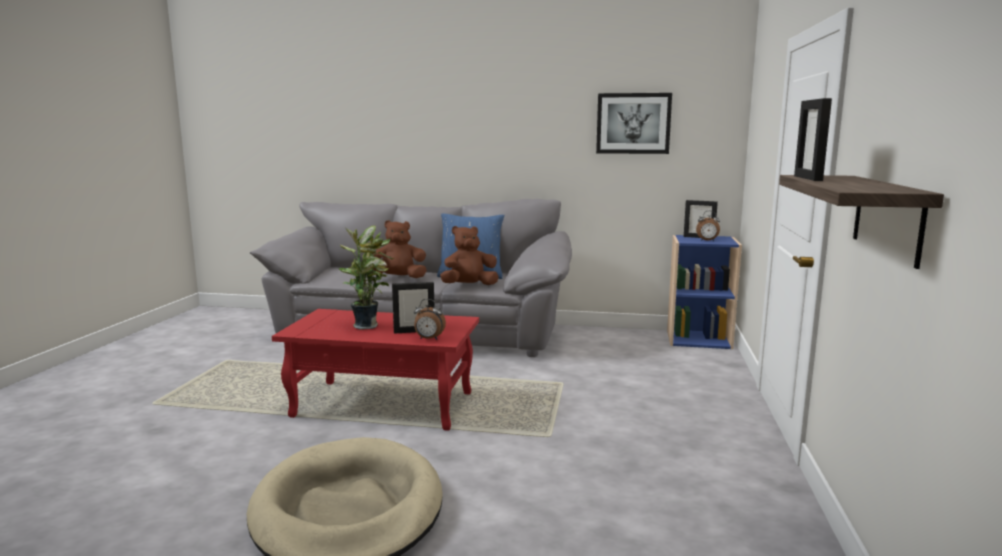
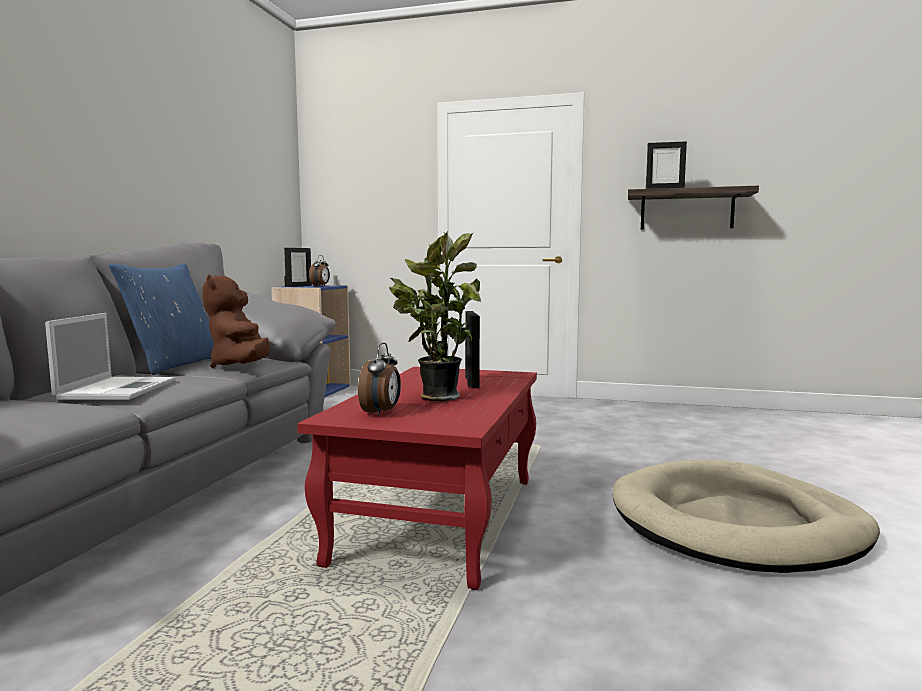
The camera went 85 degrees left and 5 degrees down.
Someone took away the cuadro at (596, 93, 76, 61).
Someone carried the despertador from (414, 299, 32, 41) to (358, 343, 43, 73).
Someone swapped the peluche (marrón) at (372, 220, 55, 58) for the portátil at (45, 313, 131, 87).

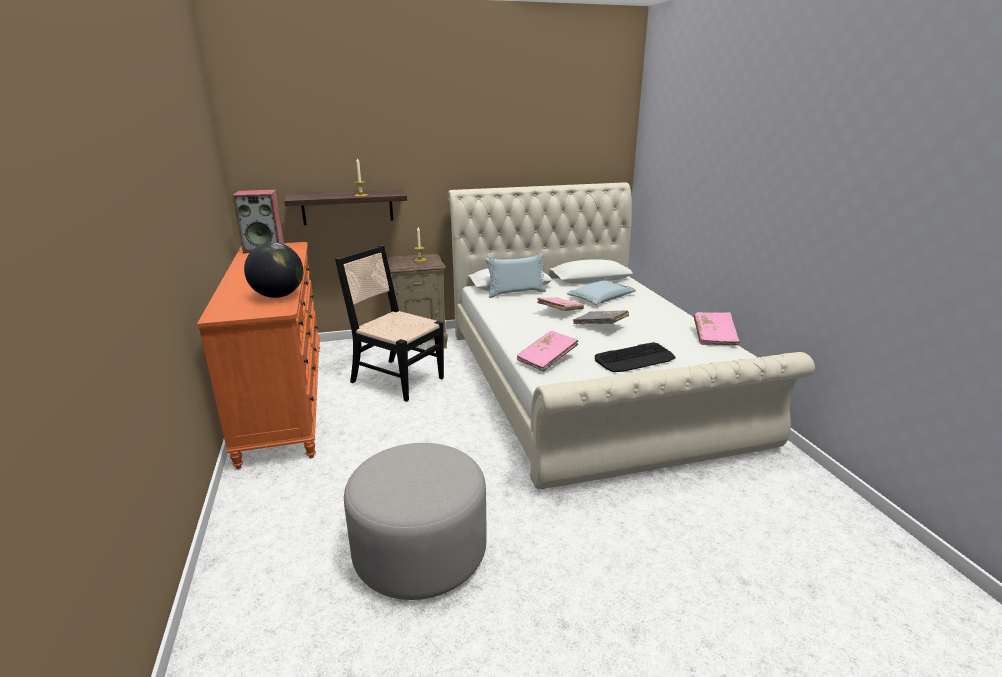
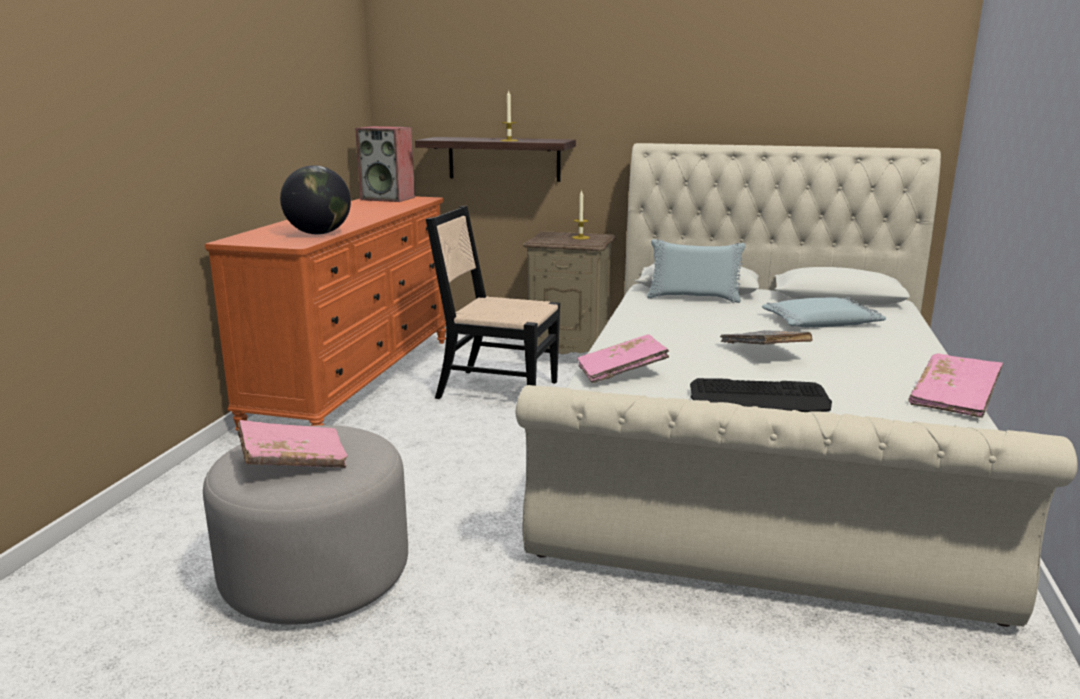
The camera went 30 degrees right and 5 degrees down.
Someone carried the libro (rosa) from (537, 298, 47, 13) to (238, 420, 110, 48).
Someone rotated the silla at (335, 245, 109, 157) by 45 degrees counterclockwise.

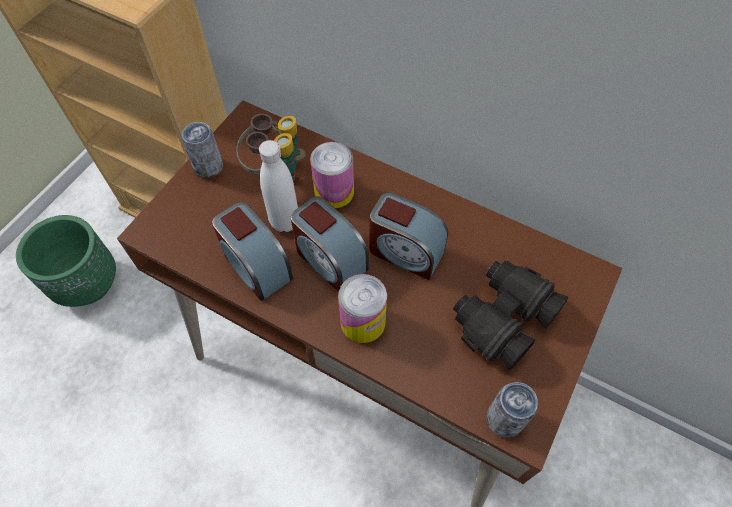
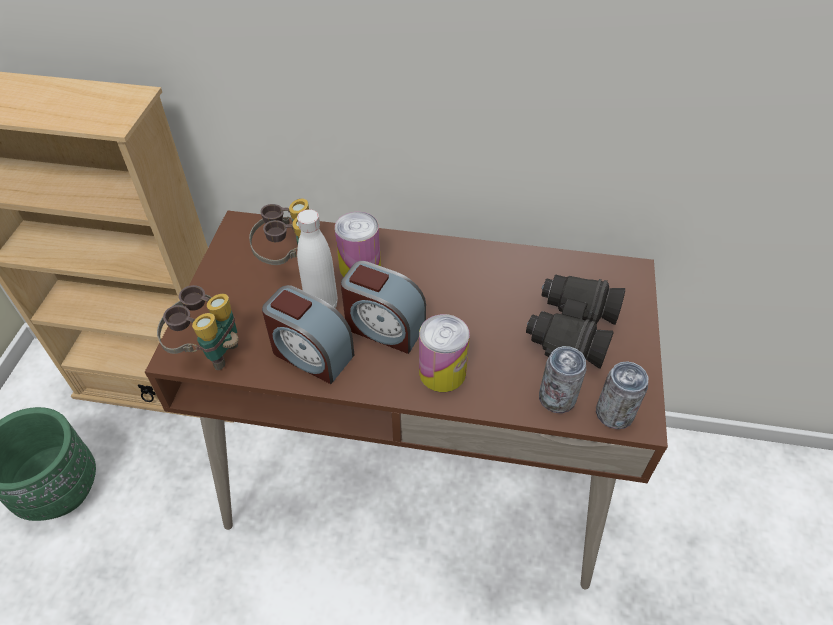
The camera went 20 degrees left and 10 degrees down.
Someone took away the despertador at (369, 192, 79, 88).
Someone put down the prismáticos at (157, 285, 82, 85).
Someone carried the lata from (182, 122, 41, 56) to (539, 346, 47, 67).

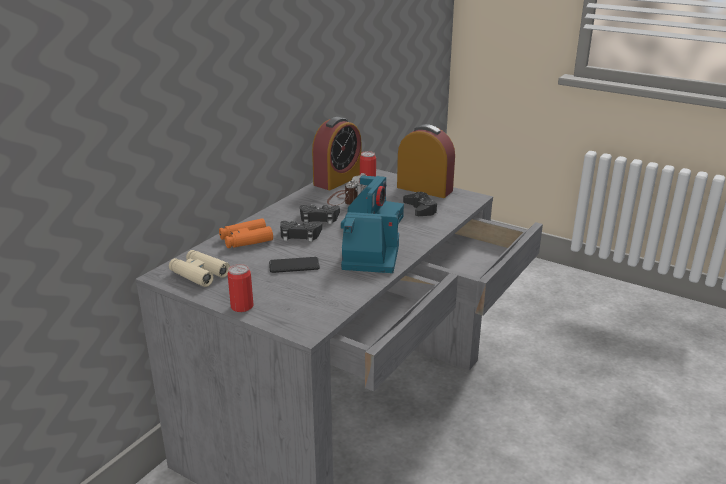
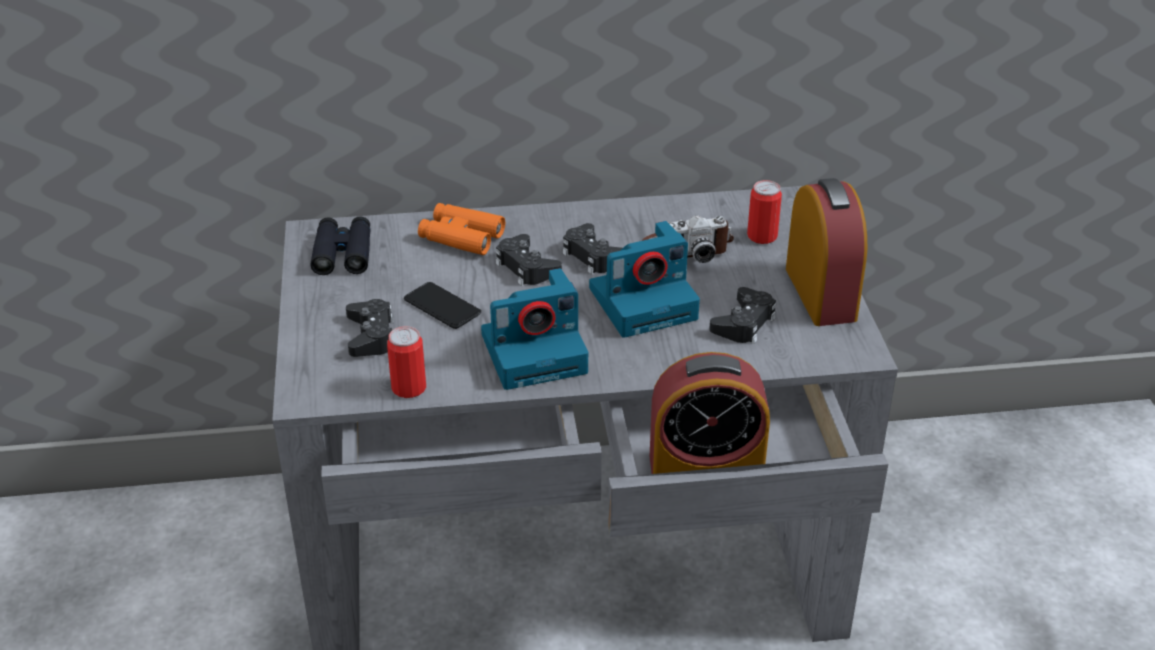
The camera went 50 degrees right and 10 degrees up.
Someone put down the mando de consola (negro) at (346, 299, 48, 58).
Someone carried the lata from (228, 264, 26, 48) to (387, 326, 39, 72).
Someone carried the despertador from (312, 117, 49, 73) to (649, 352, 121, 122).
Someone repainted the prismáticos (beis) at (169, 250, 61, 37), which became the prismáticos (negro) at (311, 217, 60, 58).
Someone rotated the cámara at (341, 212, 58, 61) by 105 degrees clockwise.

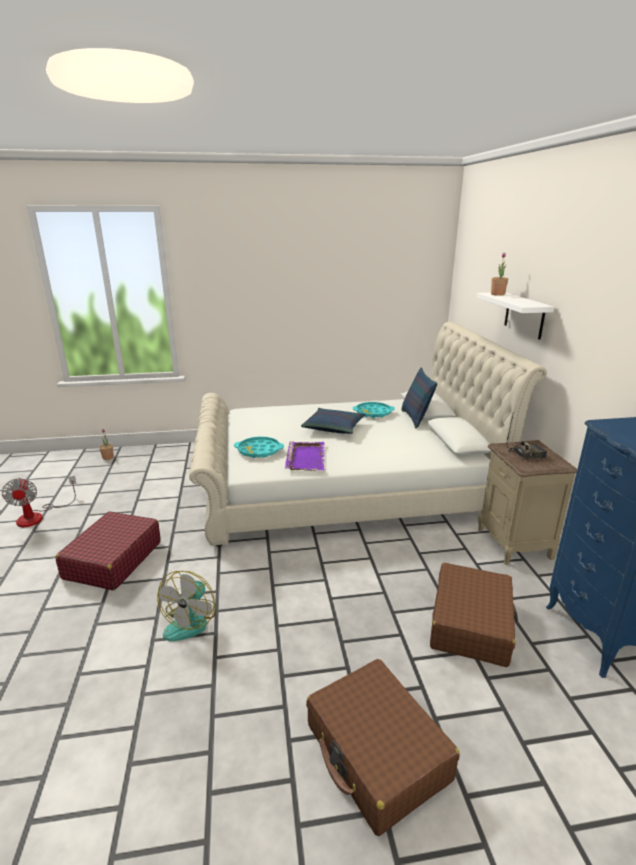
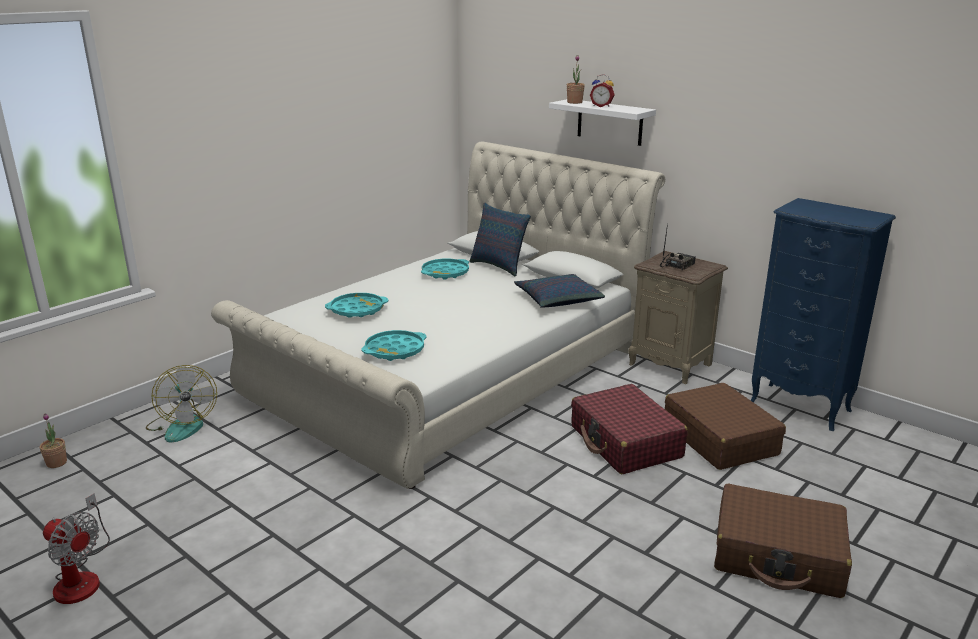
The camera went 40 degrees left and 0 degrees up.
Someone took away the bandeja (morado) at (285, 441, 40, 30).
Someone put down the bandeja (turquesa) at (325, 293, 64, 25).
Someone put down the despertador at (590, 74, 25, 33).
Someone carried the maleta (rojo) from (55, 511, 106, 79) to (571, 384, 117, 90).
Someone carried the ventilador from (157, 571, 59, 70) to (146, 365, 71, 78).
Someone carried the cojín (azul) from (301, 408, 65, 26) to (514, 274, 91, 34).

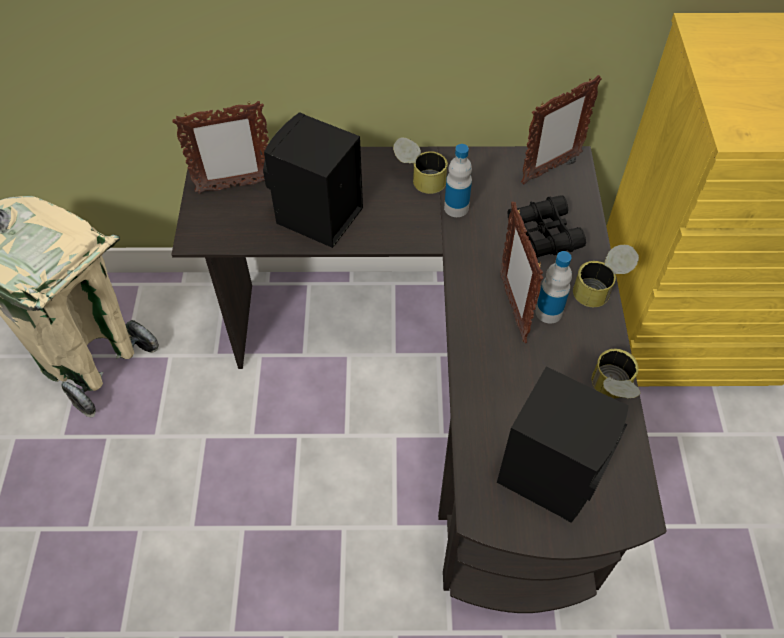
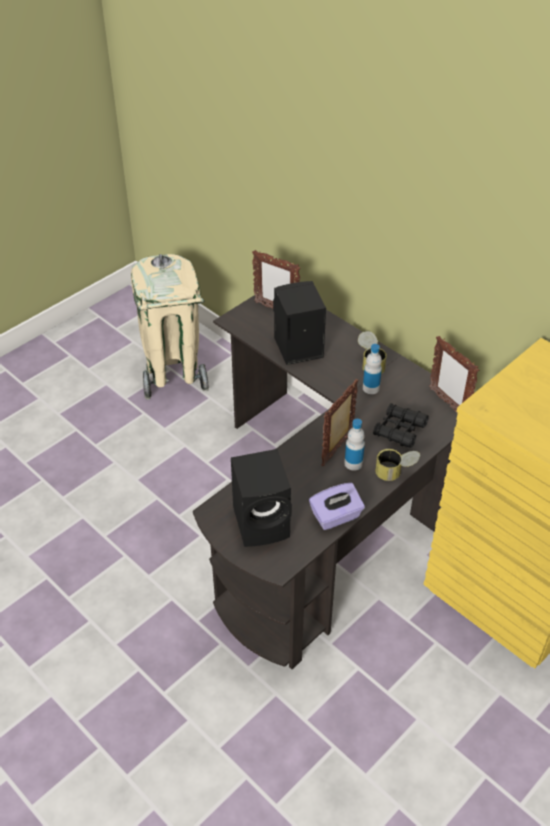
The camera went 45 degrees right and 10 degrees down.
Someone swapped the lata at (591, 349, 49, 50) for the caja de pañuelos (morado) at (309, 483, 56, 47).
Someone rotated the portarretratos at (521, 75, 81, 109) by 45 degrees clockwise.

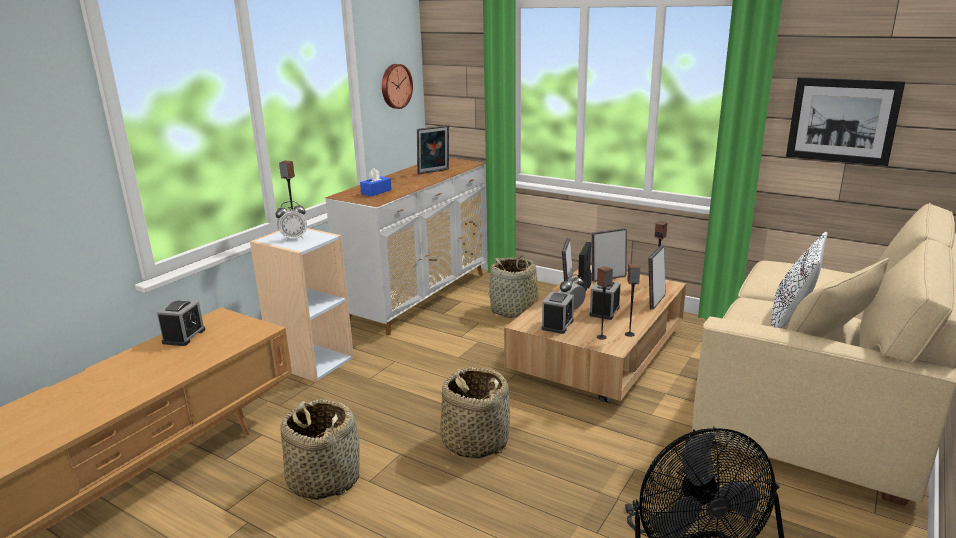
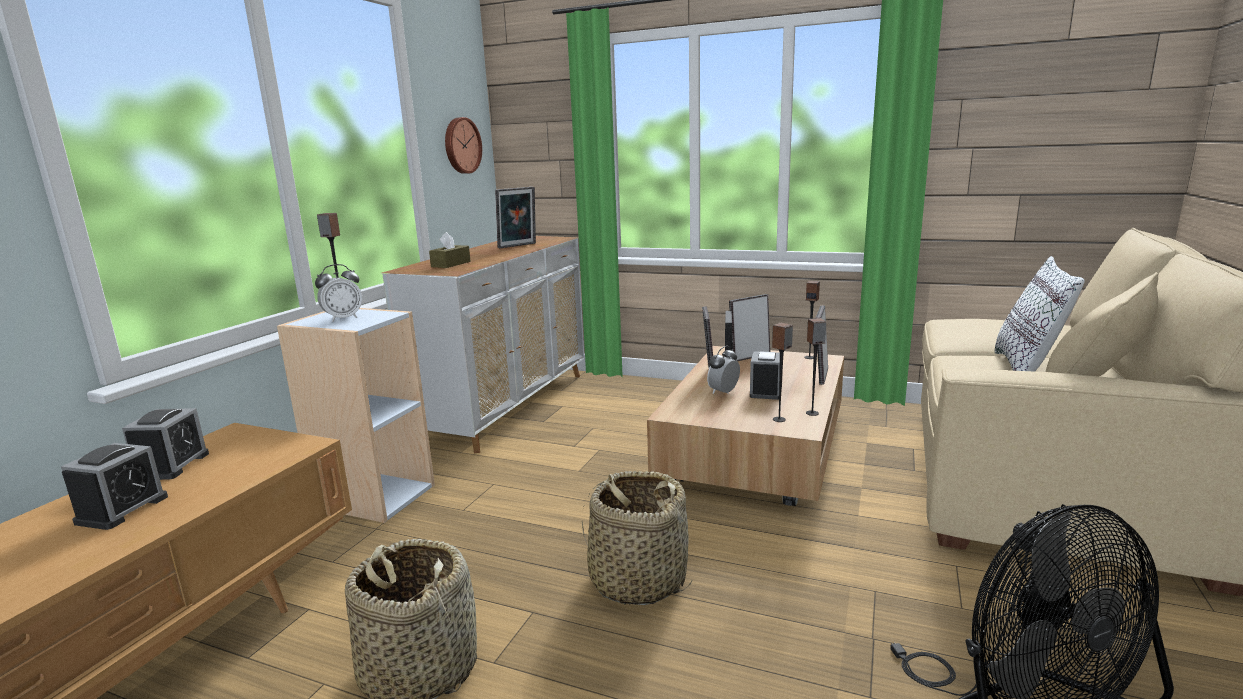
The camera went 10 degrees left and 5 degrees down.
Someone took away the cesta at (488, 255, 53, 63).
Someone took away the cuadro at (786, 77, 119, 89).
Someone carried the despertador from (542, 291, 32, 43) to (61, 443, 107, 87).
Someone repainted the caja de pañuelos (azul) at (360, 168, 32, 28), which became the caja de pañuelos (marrón) at (429, 232, 42, 36).

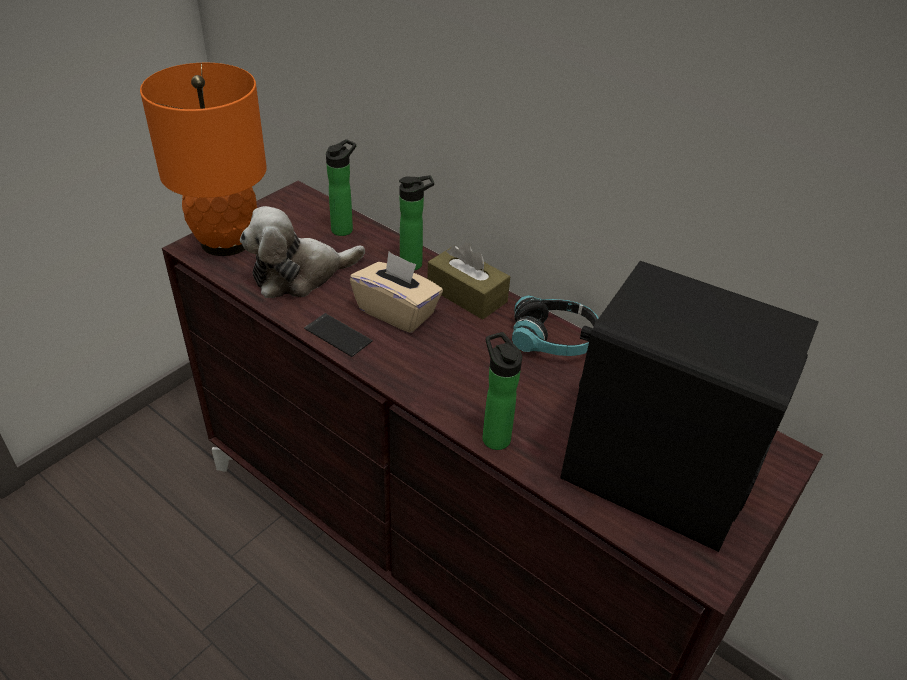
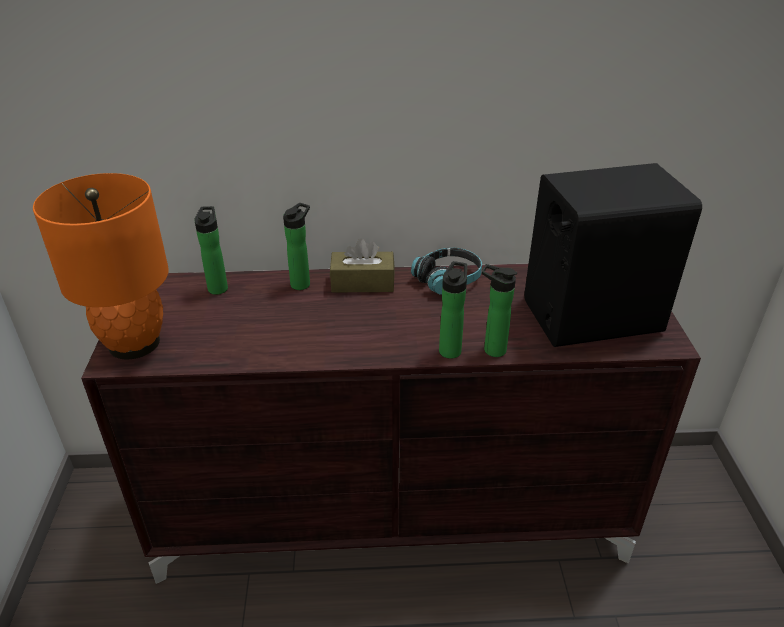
The camera went 40 degrees left and 5 degrees down.
Someone took away the peluche at (240, 206, 125, 92).
Someone took away the móvil at (304, 313, 69, 44).
Someone took away the caja de pañuelos (beis) at (350, 251, 93, 82).
Someone put down the botella at (439, 261, 28, 98).

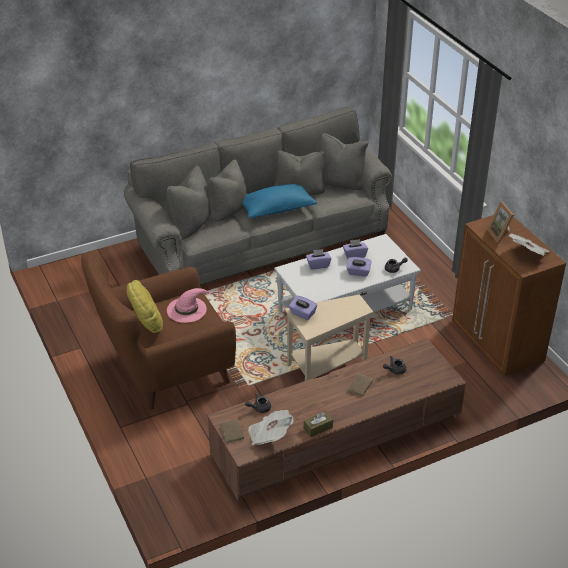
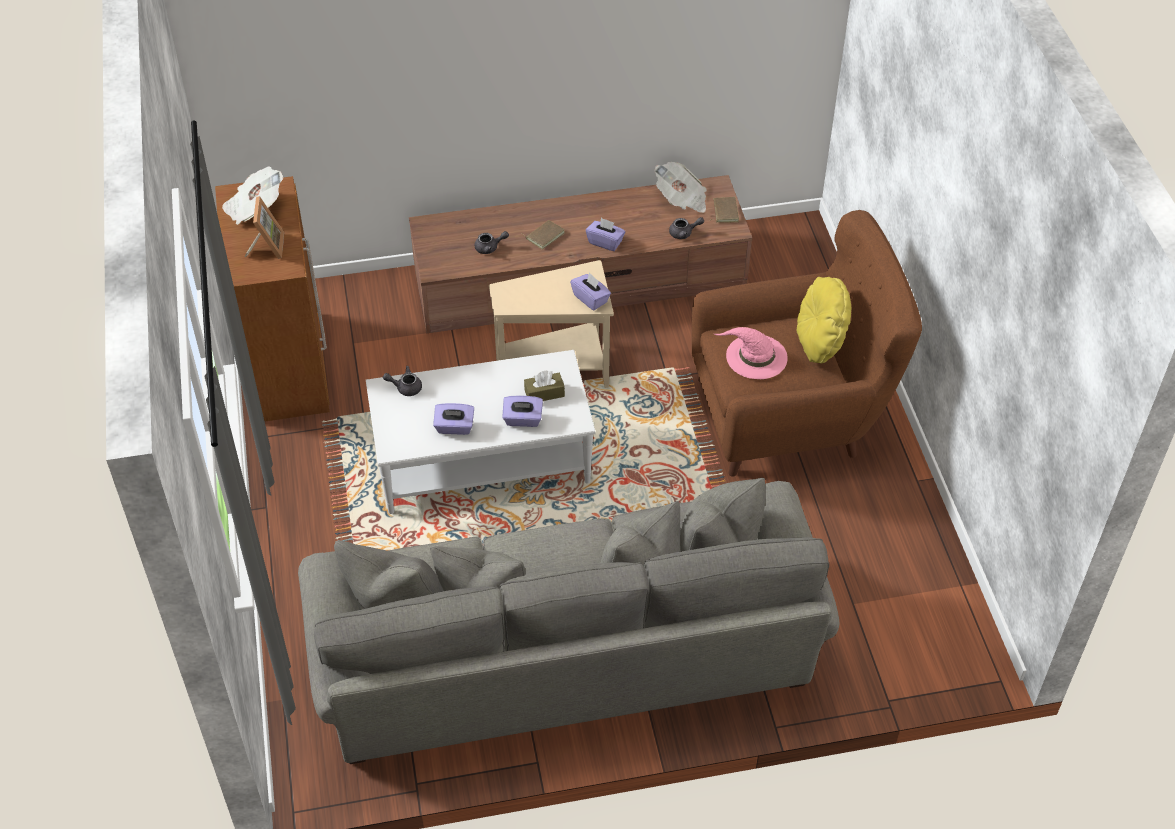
The camera went 165 degrees left and 10 degrees up.
Someone took away the cojín (azul) at (242, 184, 75, 34).
Someone carried the caja de pañuelos (marrón) from (304, 411, 29, 26) to (524, 371, 41, 30).
Someone carried the caja de pañuelos (morado) from (347, 257, 25, 20) to (586, 218, 39, 33).

